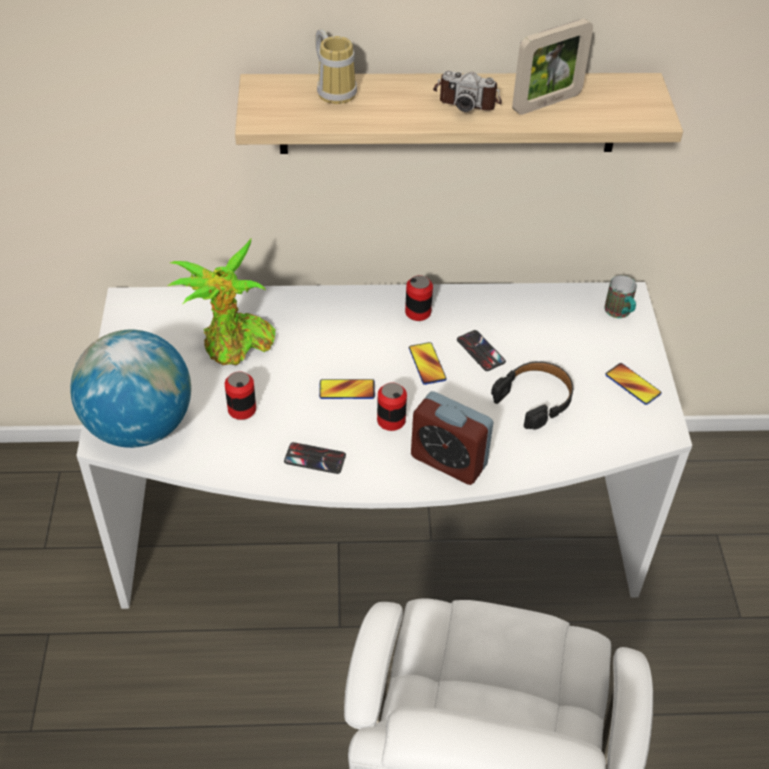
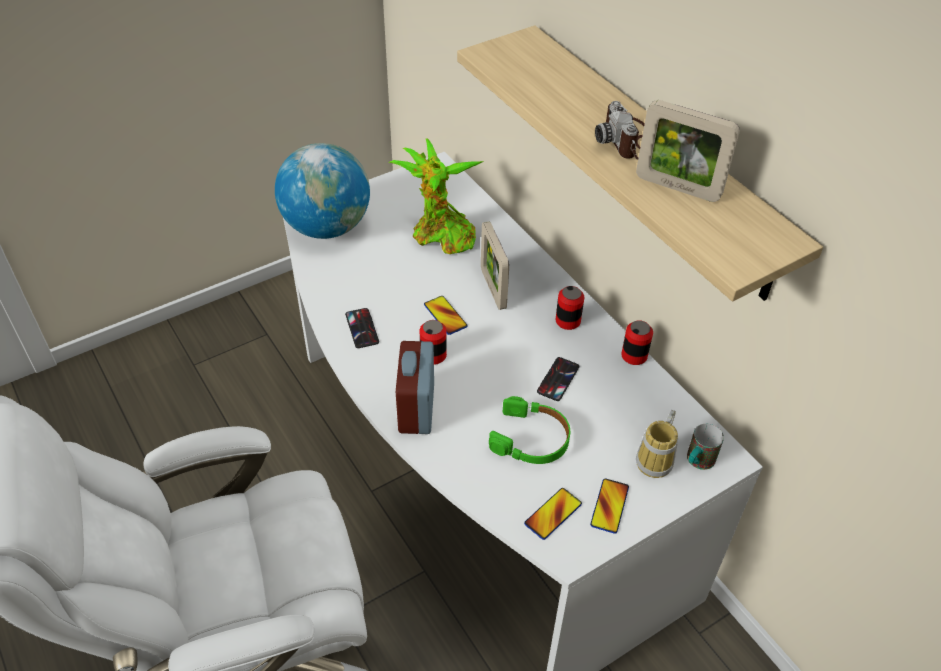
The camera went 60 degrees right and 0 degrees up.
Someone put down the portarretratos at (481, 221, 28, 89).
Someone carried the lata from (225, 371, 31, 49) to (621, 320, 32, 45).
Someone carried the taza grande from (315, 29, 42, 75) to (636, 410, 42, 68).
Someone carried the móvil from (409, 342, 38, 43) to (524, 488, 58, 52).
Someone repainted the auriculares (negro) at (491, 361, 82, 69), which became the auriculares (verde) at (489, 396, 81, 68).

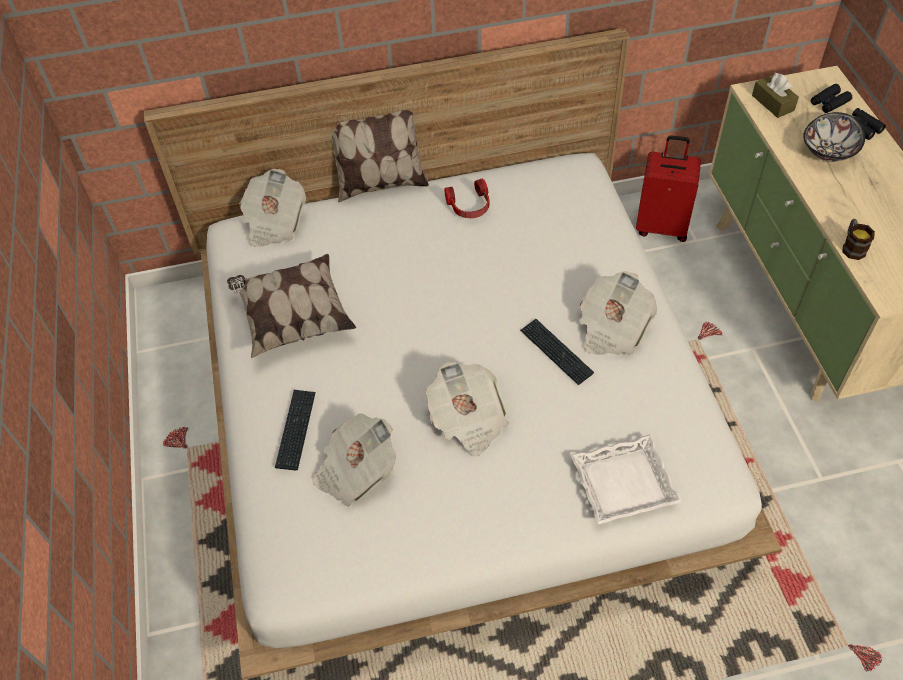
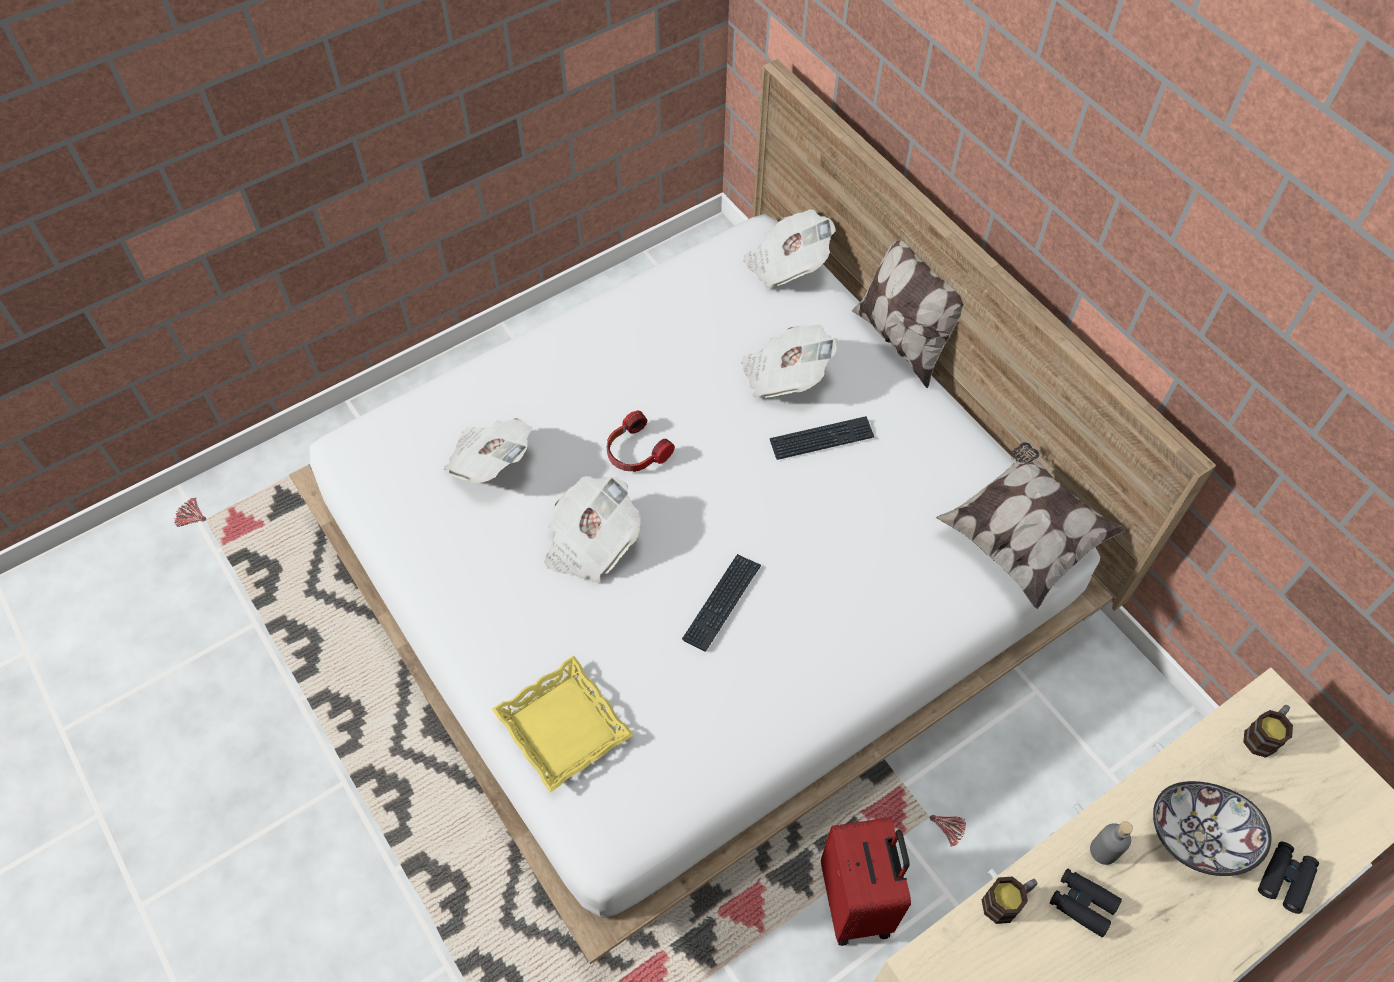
The camera went 65 degrees right and 5 degrees up.
Someone put down the botella (gris) at (1090, 821, 43, 44).
Someone carried the cojín from (227, 254, 129, 104) to (936, 442, 189, 167).
Someone carried the teclado from (275, 390, 41, 81) to (770, 416, 104, 44).
Someone carried the auriculares from (444, 178, 45, 40) to (607, 410, 68, 62).
Someone carried the periódico from (579, 271, 78, 84) to (741, 324, 96, 74).
Someone carried the maleta (rojo) from (636, 135, 65, 107) to (821, 817, 90, 129).
Someone carried the prismáticos (negro) from (811, 84, 41, 29) to (1050, 869, 72, 68).
Someone swapped the caja de pañuelos (marrón) at (752, 73, 47, 45) for the taza grande at (1243, 705, 50, 53).
Someone repainted the bandeja (blanco) at (571, 434, 111, 90), which became the bandeja (amarillo) at (492, 655, 141, 138).

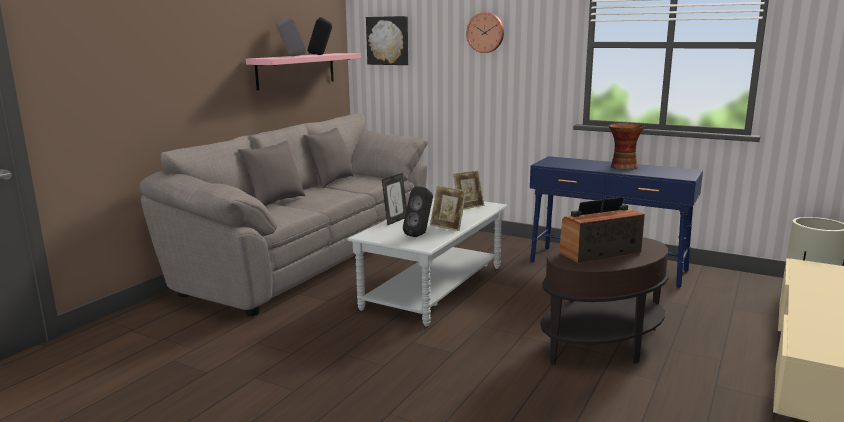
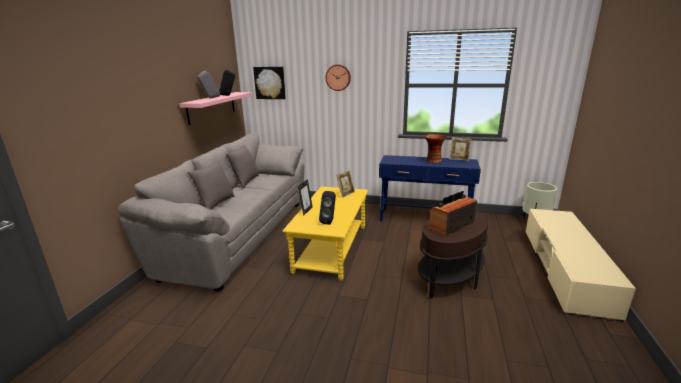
The camera went 15 degrees left and 5 degrees up.
Someone carried the portarretratos from (430, 186, 37, 45) to (450, 138, 21, 23).
Someone repainted the mesa de centro (gris) at (347, 197, 160, 130), which became the mesa de centro (amarillo) at (282, 186, 86, 95).

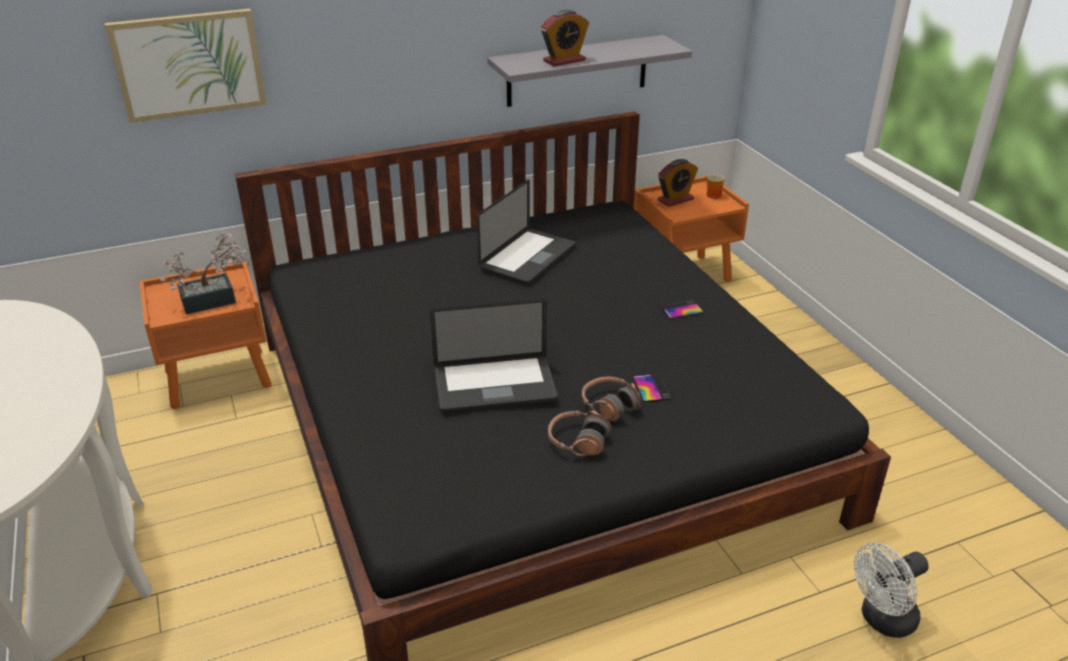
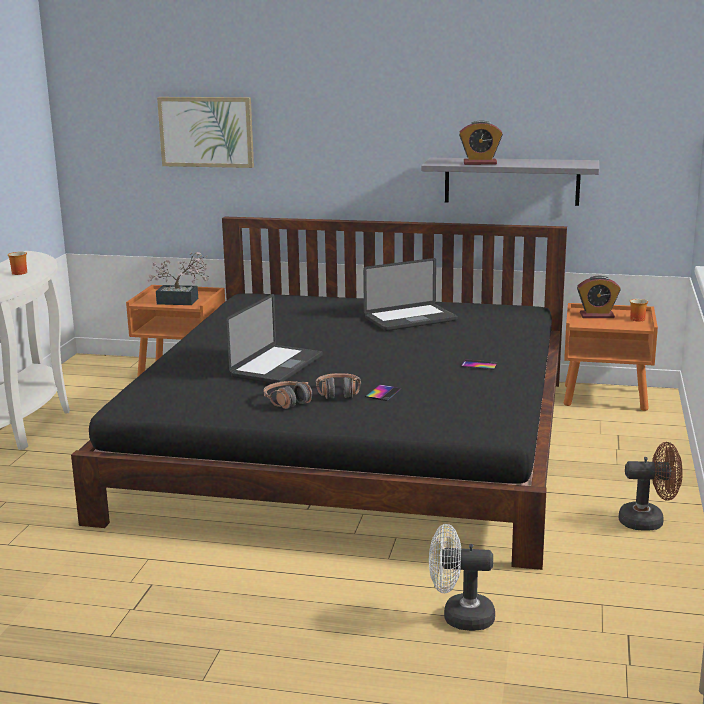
The camera went 35 degrees right and 15 degrees down.
Someone put down the taza grande at (8, 252, 19, 23).
Someone put down the ventilador (marrón) at (618, 442, 65, 89).
Someone rotated the portátil at (430, 299, 128, 114) by 90 degrees counterclockwise.

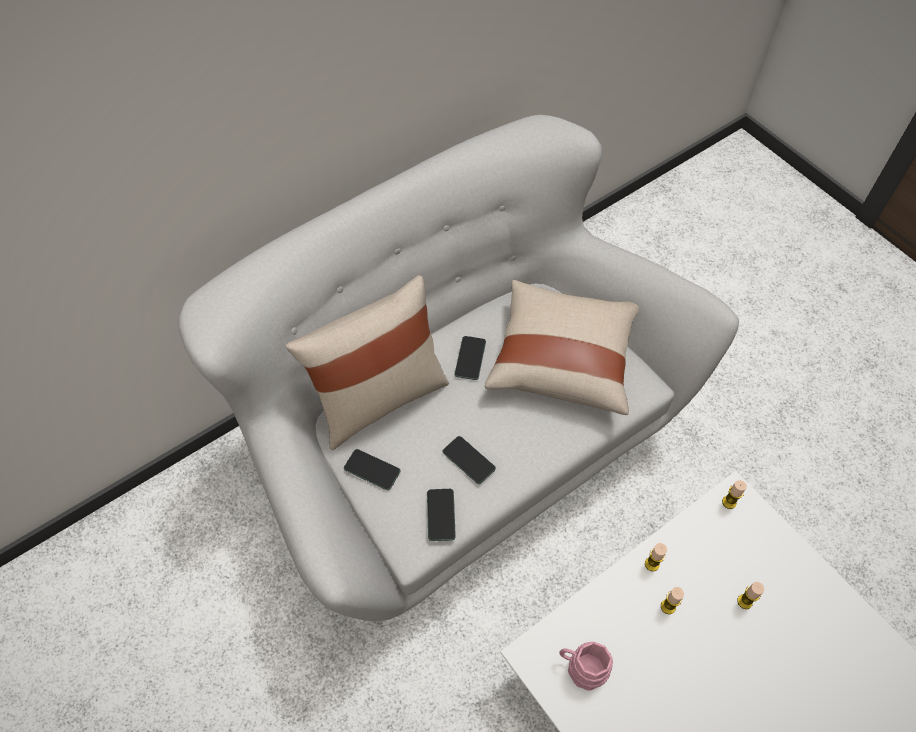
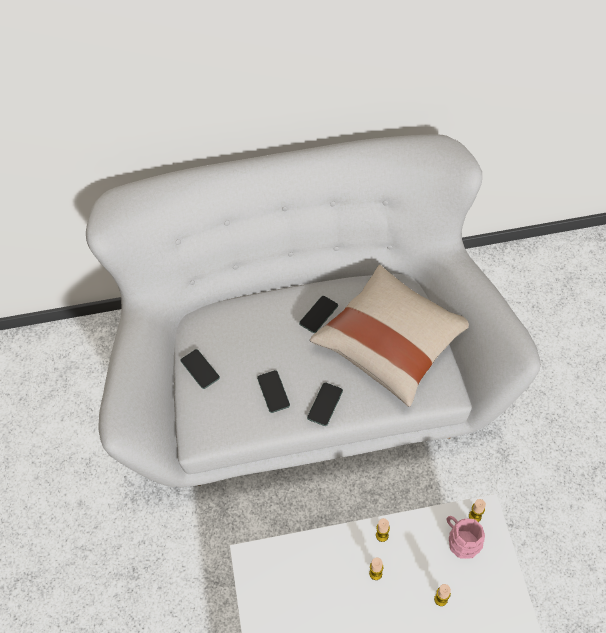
The camera went 30 degrees right and 0 degrees up.
Someone took away the cojín (beis) at (285, 275, 164, 175).
Someone carried the móvil from (427, 489, 29, 52) to (307, 383, 36, 43).
Someone carried the taza grande (rosa) from (559, 642, 54, 49) to (447, 516, 38, 43).

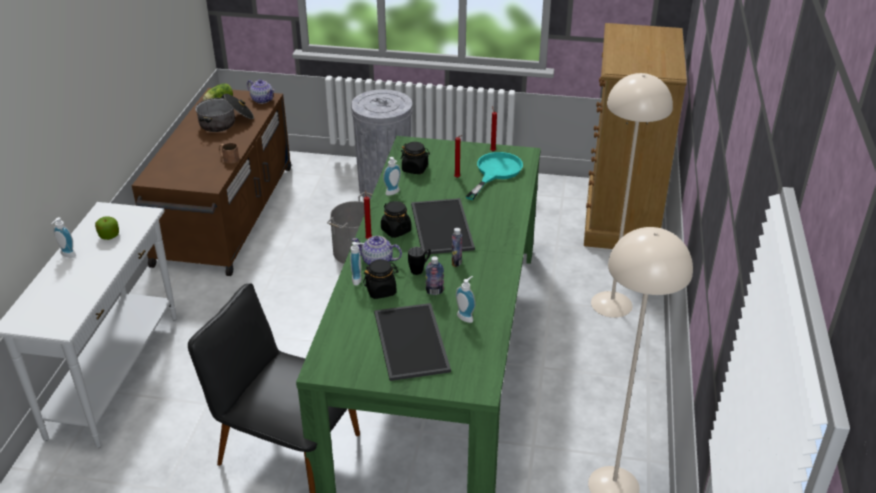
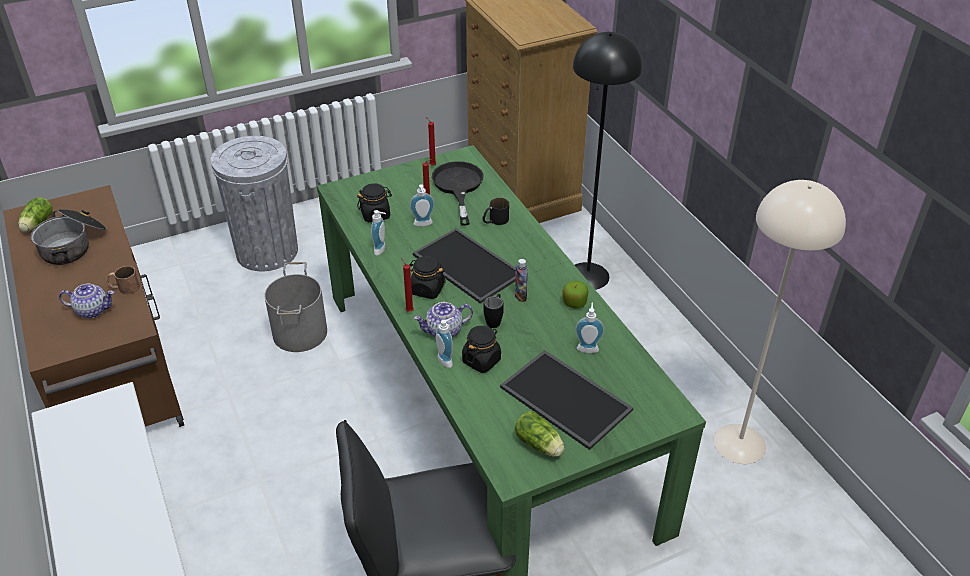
The camera went 35 degrees left and 5 degrees up.
Someone took away the botella at (425, 256, 19, 39).
Someone put down the taza grande (negro) at (483, 198, 26, 27).
Someone put down the lechuga at (515, 411, 50, 46).
Someone carried the dispensador de jabón from (51, 217, 25, 41) to (410, 184, 25, 42).
Someone carried the manzana from (95, 216, 24, 24) to (562, 281, 26, 27).
Someone carried the tetera from (247, 79, 28, 25) to (59, 284, 55, 34).
Someone repainted the sartén (turquesa) at (466, 152, 57, 48), which became the sartén (negro) at (432, 161, 52, 65).
Someone repainted the lámpara de pie (beis) at (591, 73, 82, 245), which became the lámpara de pie (negro) at (573, 32, 69, 258).

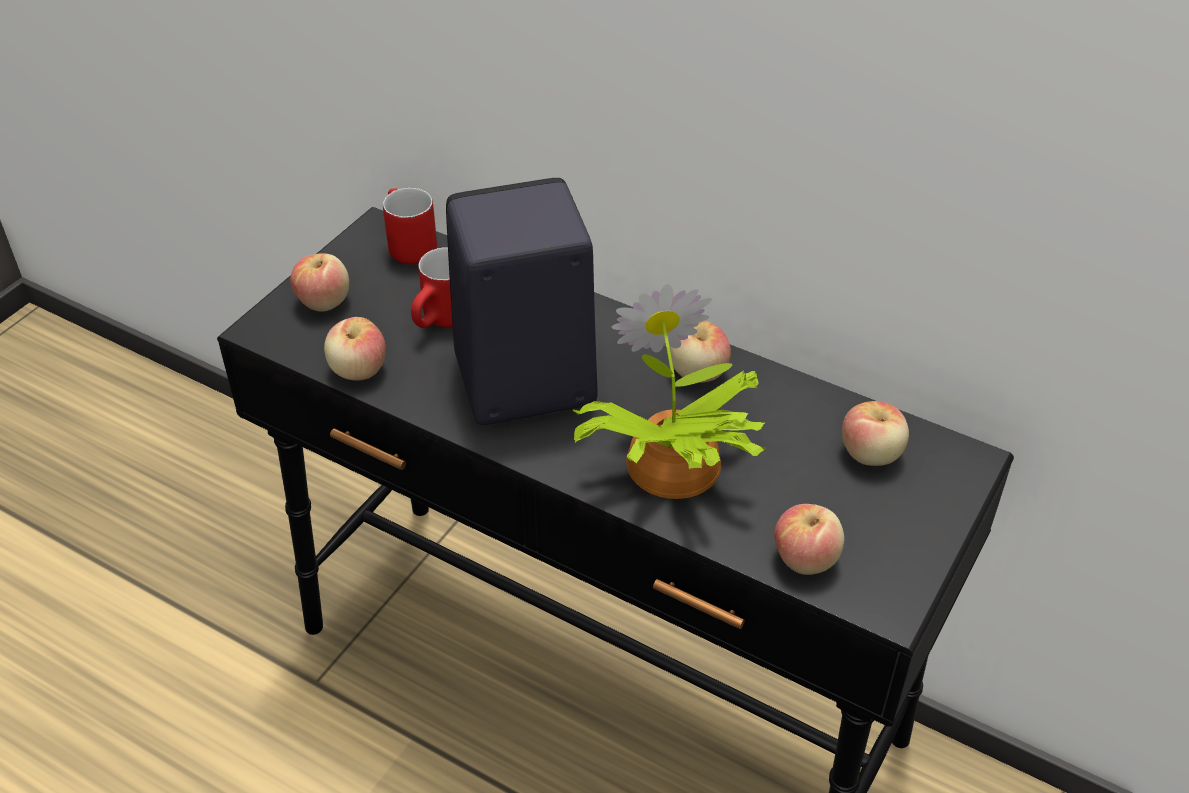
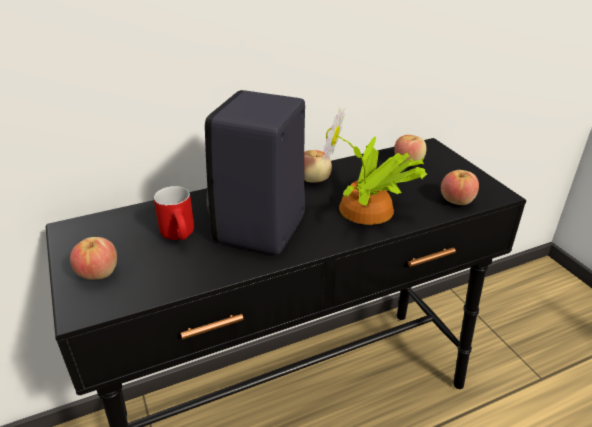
The camera went 55 degrees left and 10 degrees down.
Someone took away the manzana at (324, 317, 62, 64).
Someone took away the taza grande (rojo) at (383, 188, 54, 76).

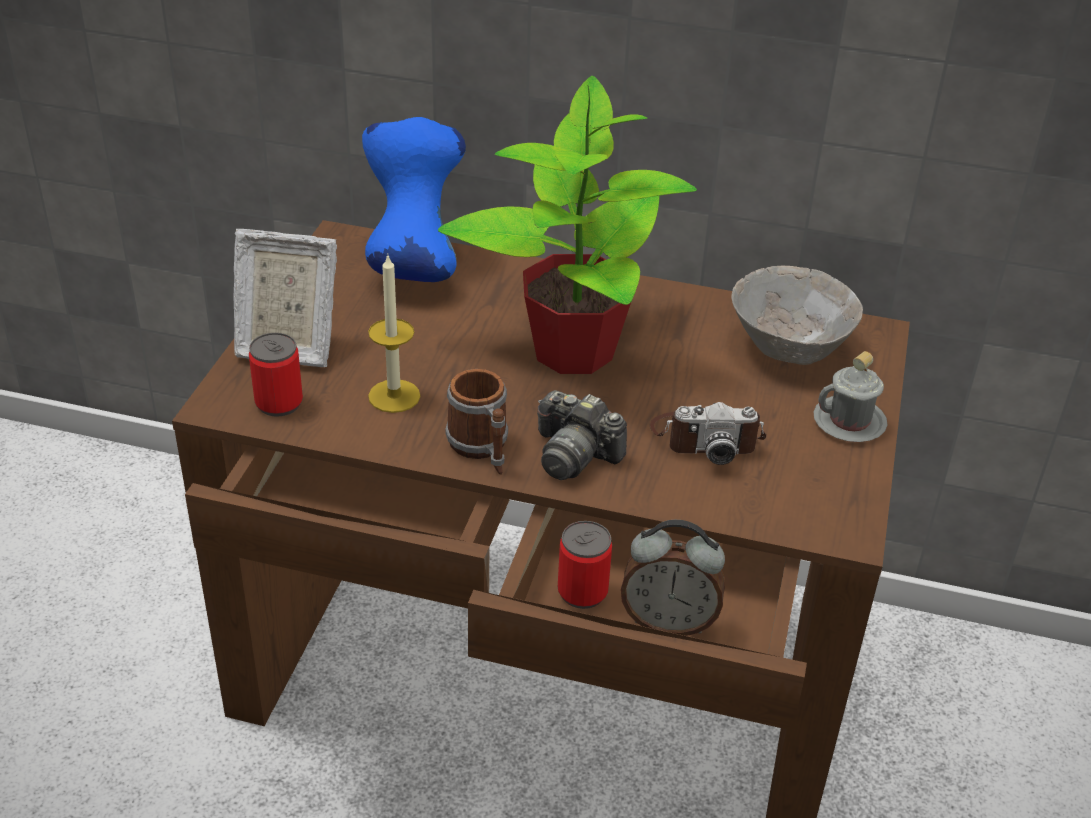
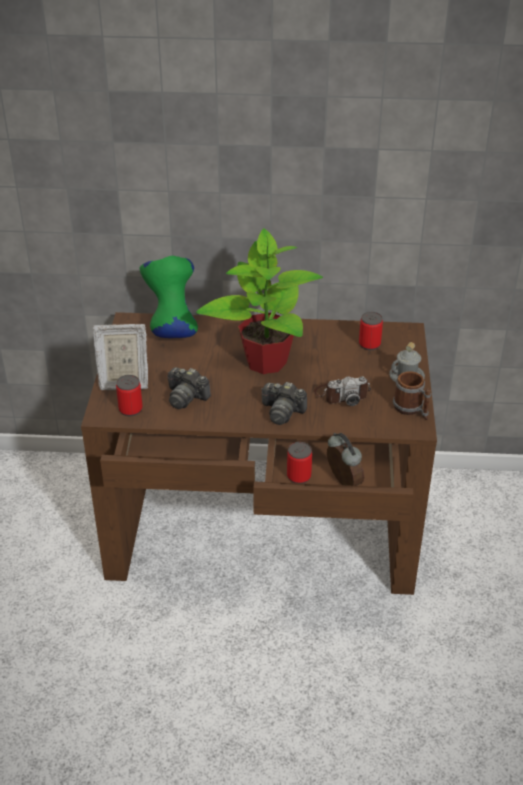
The camera went 10 degrees left and 0 degrees up.
Someone carried the taza grande from (445, 369, 63, 106) to (393, 371, 38, 49).
Someone swapped the vela at (368, 256, 52, 157) for the cámara at (167, 367, 44, 42).
Someone swapped the cuenco (gris) at (731, 266, 132, 99) for the lata at (359, 312, 24, 38).
Someone repainted the florero (azul) at (362, 117, 104, 165), which became the florero (verde) at (140, 256, 58, 82).
Someone rotated the despertador at (621, 520, 104, 116) by 120 degrees counterclockwise.

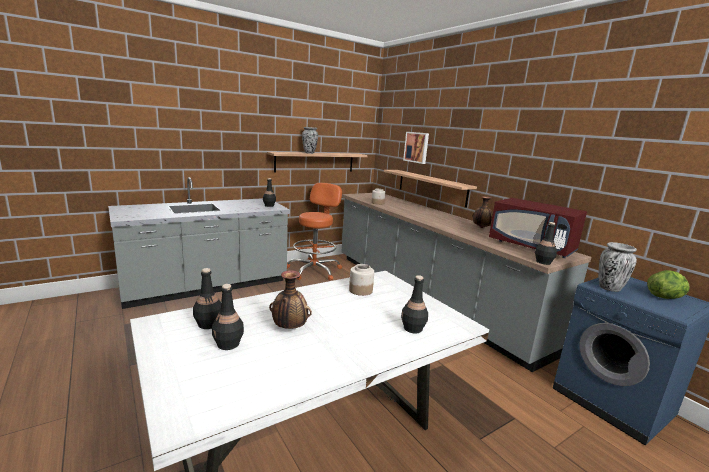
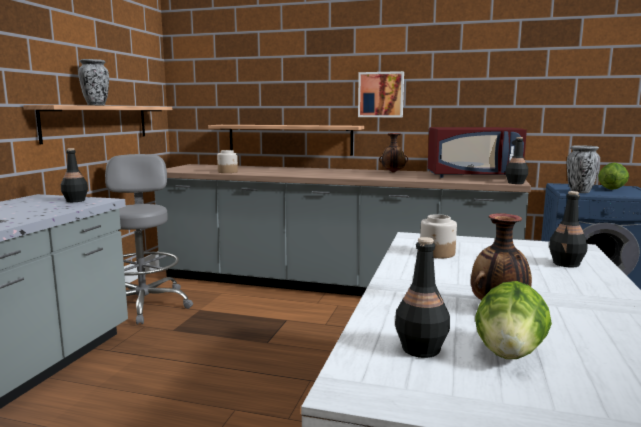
The camera went 40 degrees left and 5 degrees down.
Someone carried the cuadro from (403, 132, 26, 32) to (358, 71, 46, 46).
Someone swapped the botella (negro) at (212, 284, 32, 66) for the lechuga at (475, 281, 77, 78).
Someone repainted the taburete (naranja) at (287, 183, 55, 97), which became the taburete (gris) at (105, 154, 88, 170).

